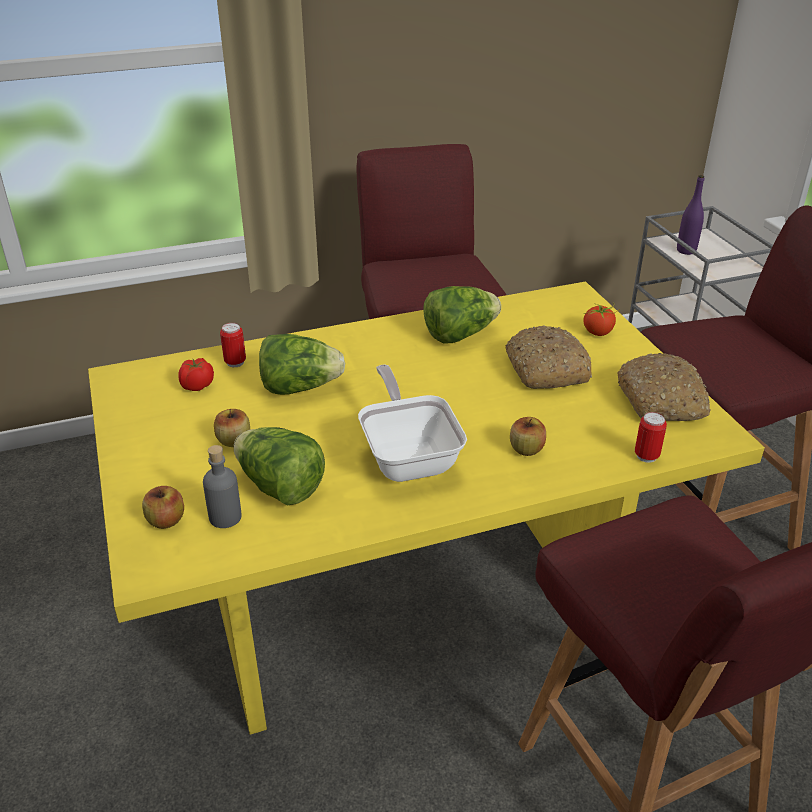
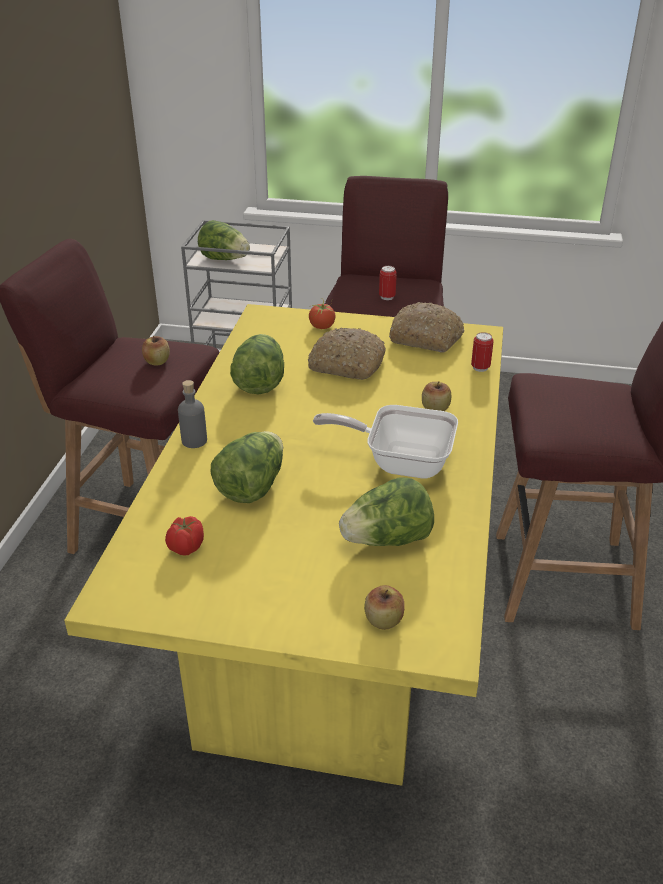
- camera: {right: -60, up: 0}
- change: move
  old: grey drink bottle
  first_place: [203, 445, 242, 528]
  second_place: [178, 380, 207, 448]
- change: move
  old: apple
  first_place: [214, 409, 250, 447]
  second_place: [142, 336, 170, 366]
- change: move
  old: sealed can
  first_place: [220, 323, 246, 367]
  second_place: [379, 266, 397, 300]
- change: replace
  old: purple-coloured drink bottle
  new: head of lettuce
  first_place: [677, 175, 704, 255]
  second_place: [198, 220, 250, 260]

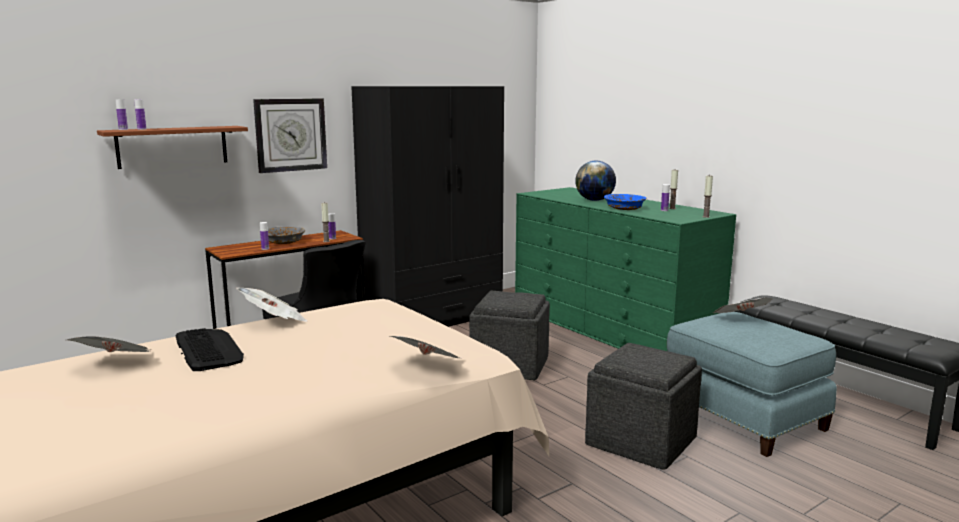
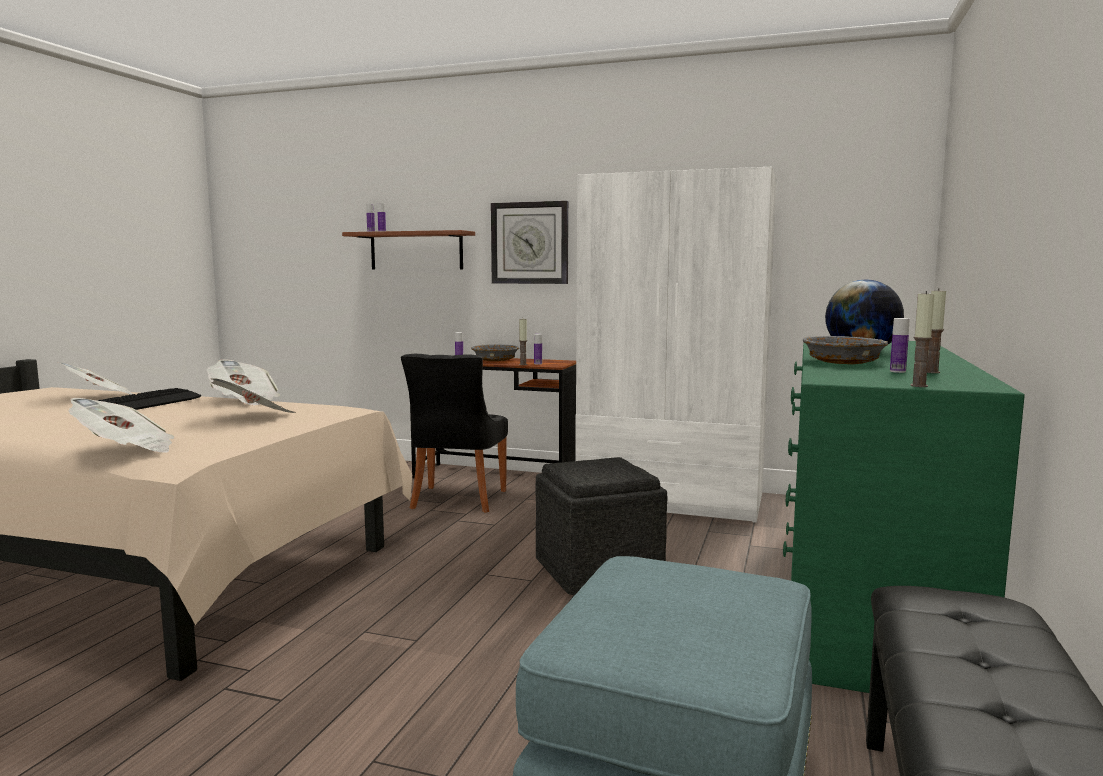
- camera: {right: 55, up: -5}
- change: delete
  old: grey footrest
  first_place: [585, 343, 702, 470]
- change: move
  old: printed paper
  first_place: [713, 297, 773, 313]
  second_place: [211, 378, 296, 413]
- change: recolor
  old: blackish armoire
  new: white-coloured armoire
  first_place: [351, 86, 504, 327]
  second_place: [575, 167, 776, 523]
- change: recolor
  old: blue deep dish
  new: grey deep dish
  first_place: [604, 194, 646, 210]
  second_place: [803, 336, 888, 364]

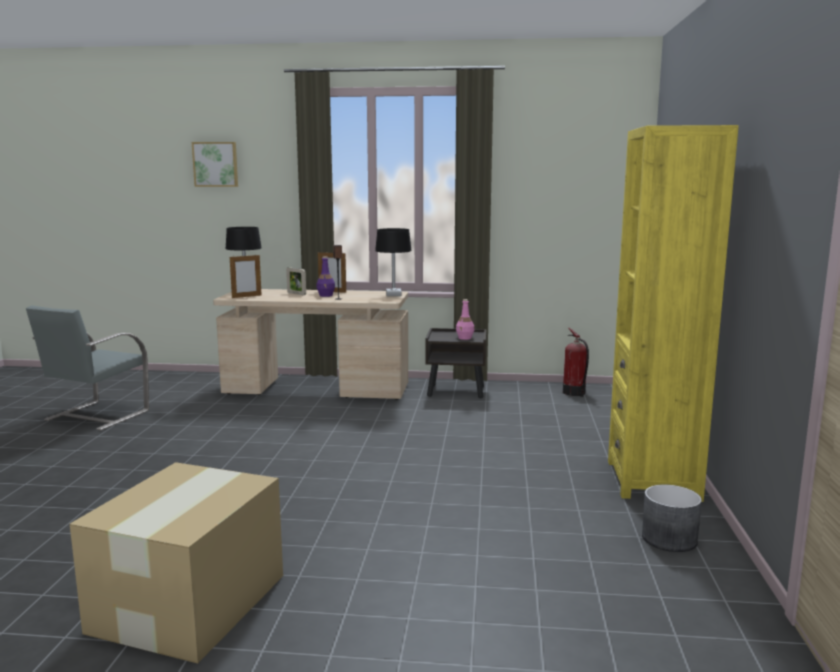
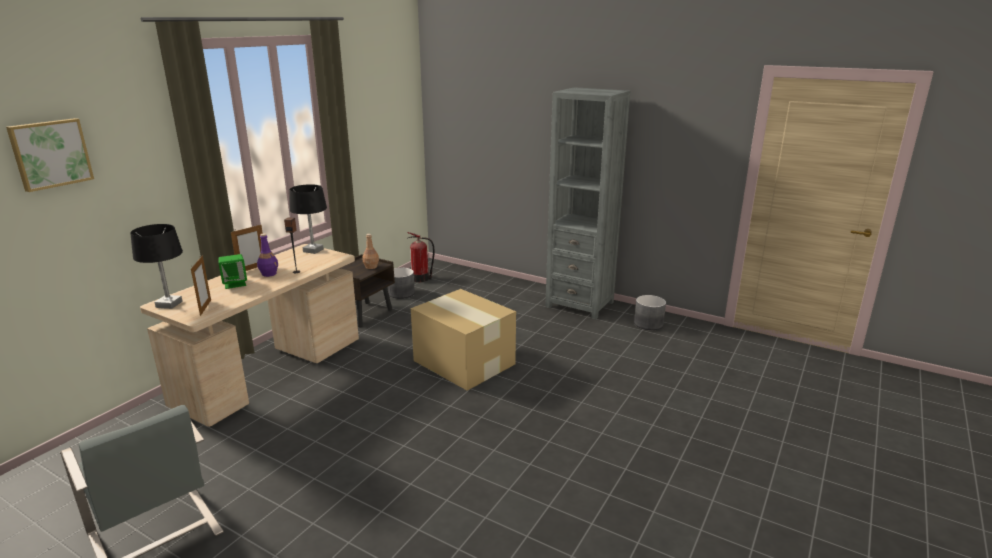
- camera: {right: -65, up: 10}
- change: insert
  new: grey flower pot
  second_place: [388, 268, 415, 299]
- change: move
  old: cardboard box
  first_place: [70, 462, 283, 664]
  second_place: [411, 289, 516, 391]
- change: replace
  old: picture frame
  new: green speaker
  first_place: [286, 268, 306, 295]
  second_place: [218, 254, 247, 289]
- change: recolor
  old: pinkish drink bottle
  new: brown-coloured drink bottle
  first_place: [456, 299, 474, 340]
  second_place: [362, 234, 379, 269]
- change: recolor
  old: yellowish bookshelf
  new: grey bookshelf
  first_place: [608, 125, 739, 502]
  second_place: [545, 87, 630, 319]

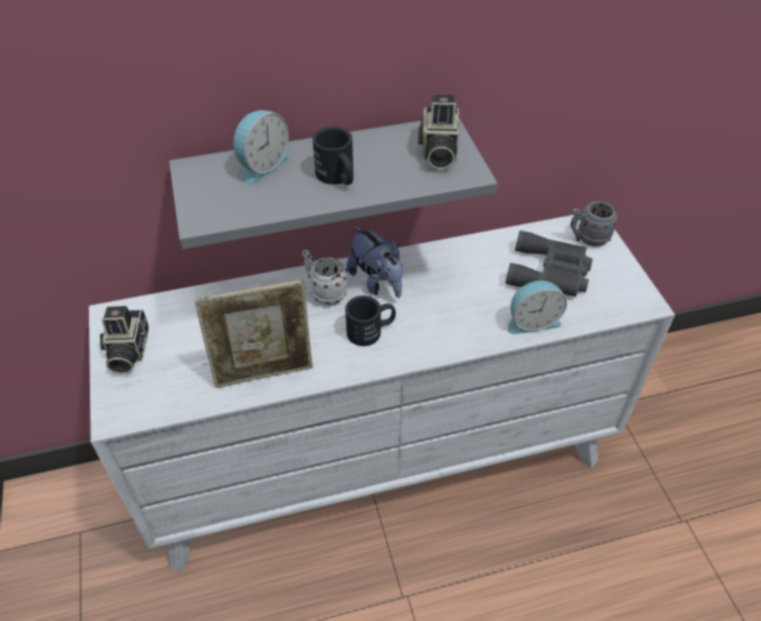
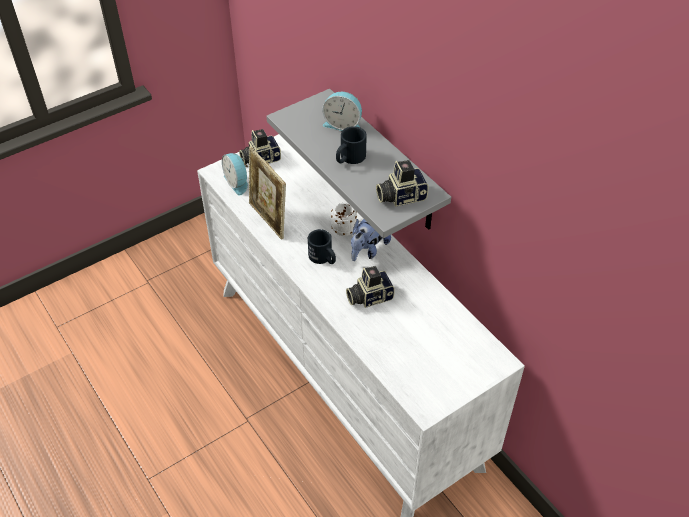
- camera: {right: 70, up: 0}
- change: delete
  old: grey pair of binoculars
  first_place: [505, 230, 593, 297]
- change: delete
  old: grey tea mug
  first_place: [571, 201, 618, 247]
- change: insert
  new: still camera
  second_place: [346, 266, 395, 308]
- change: move
  old: bedside clock
  first_place: [508, 280, 567, 334]
  second_place: [222, 153, 248, 196]

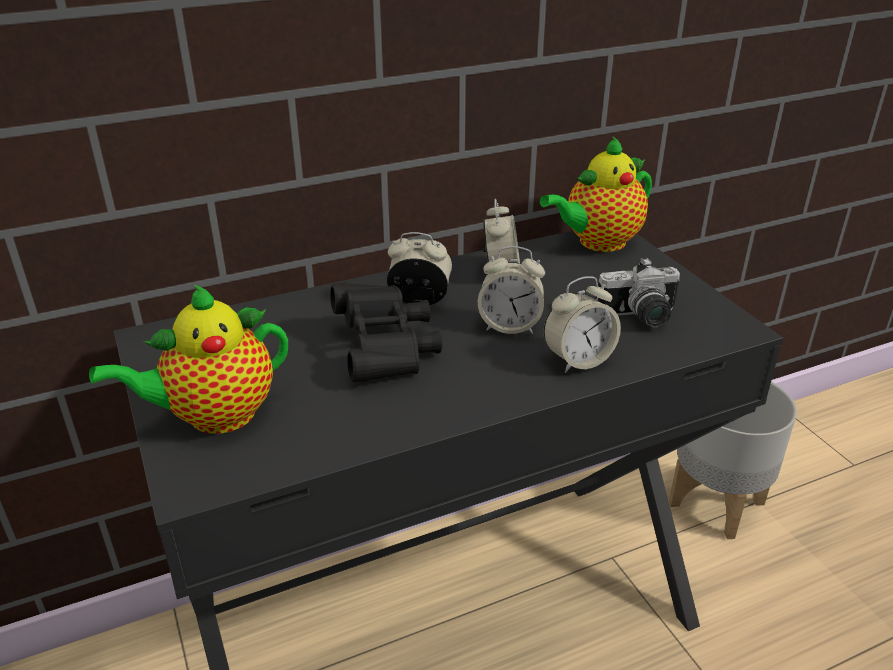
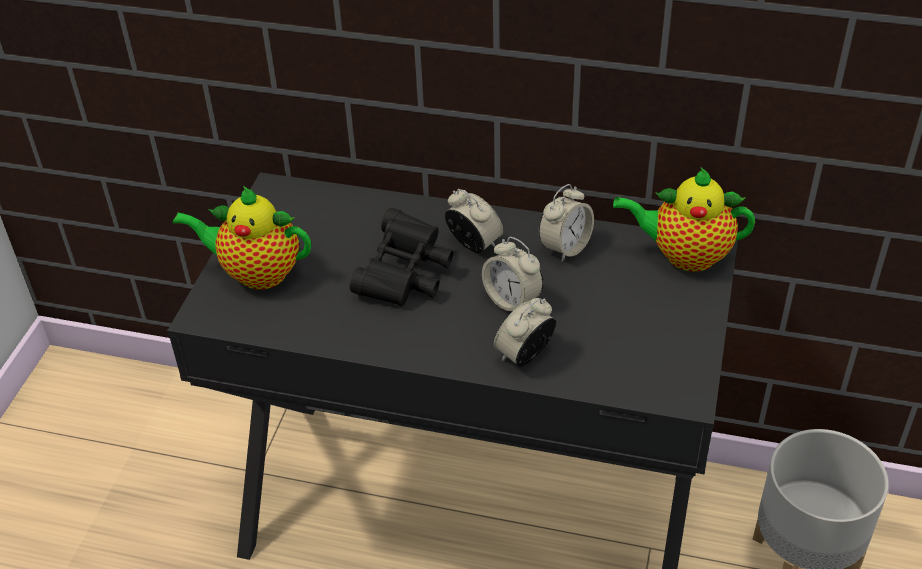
- camera: {right: 40, up: 10}
- change: delete
  old: still camera
  first_place: [595, 258, 680, 327]
- change: rotate
  old: bedside clock
  first_place: [544, 276, 621, 373]
  second_place: [494, 298, 556, 367]
  degrees: 120

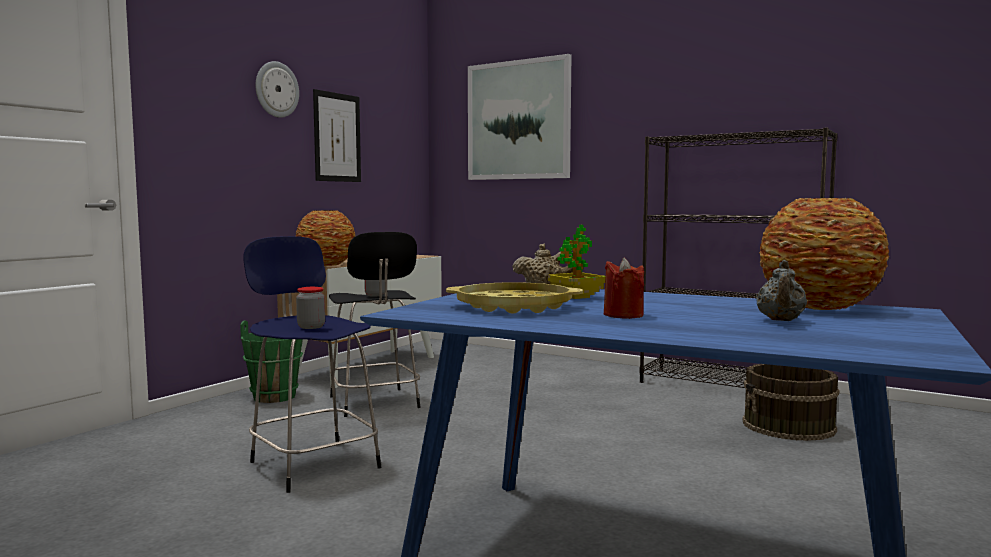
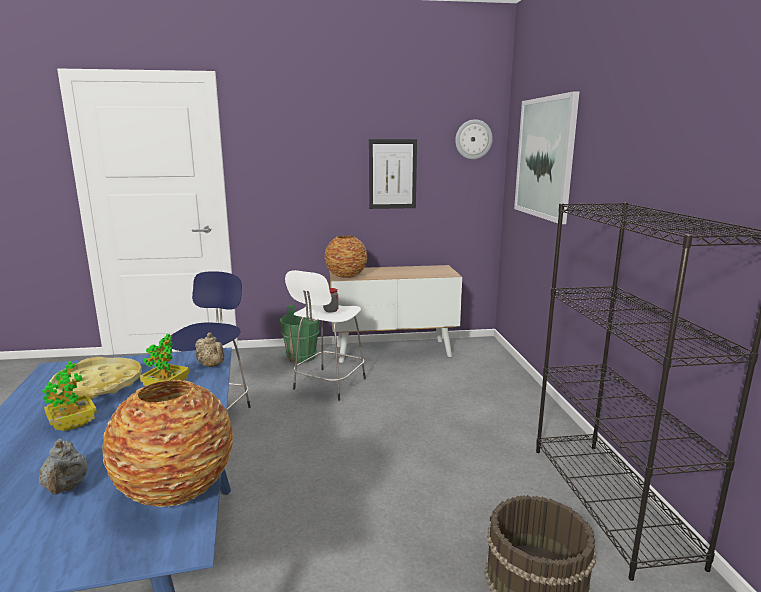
- camera: {right: 50, up: 10}
- change: delete
  old: jar
  first_place: [296, 287, 325, 329]
- change: move
  old: wall clock
  first_place: [255, 61, 299, 118]
  second_place: [455, 119, 493, 159]
- change: replace
  old: red-coloured wax candle
  new: plant in a pot
  first_place: [604, 258, 644, 319]
  second_place: [42, 361, 97, 431]
- change: recolor
  old: blackish stool seat
  new: white-coloured stool seat
  first_place: [329, 232, 421, 417]
  second_place: [285, 270, 366, 401]
- change: rotate
  old: grey tea pot
  first_place: [756, 260, 807, 321]
  second_place: [39, 439, 88, 495]
  degrees: -90

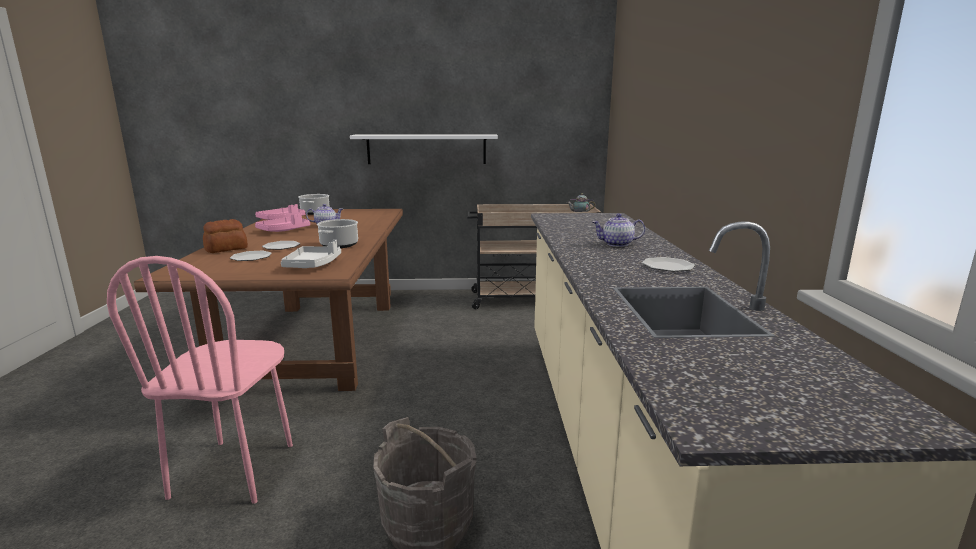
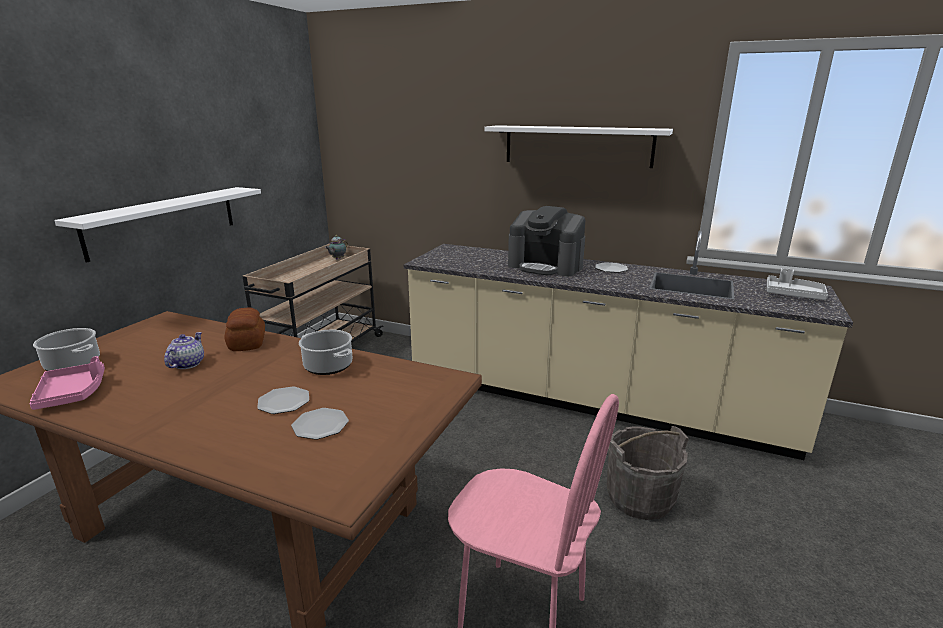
- camera: {right: -65, up: 5}
- change: delete
  old: pinkish serving tray
  first_place: [255, 213, 310, 232]
- change: insert
  new: white-coloured shelf
  second_place: [484, 125, 673, 168]
- change: move
  old: bakery bread
  first_place: [203, 219, 248, 253]
  second_place: [224, 308, 265, 351]
- change: move
  old: grey serving tray
  first_place: [281, 240, 341, 268]
  second_place: [767, 268, 828, 300]
- change: replace
  old: tea pot
  new: coffee brewer
  first_place: [593, 214, 645, 247]
  second_place: [508, 206, 586, 276]

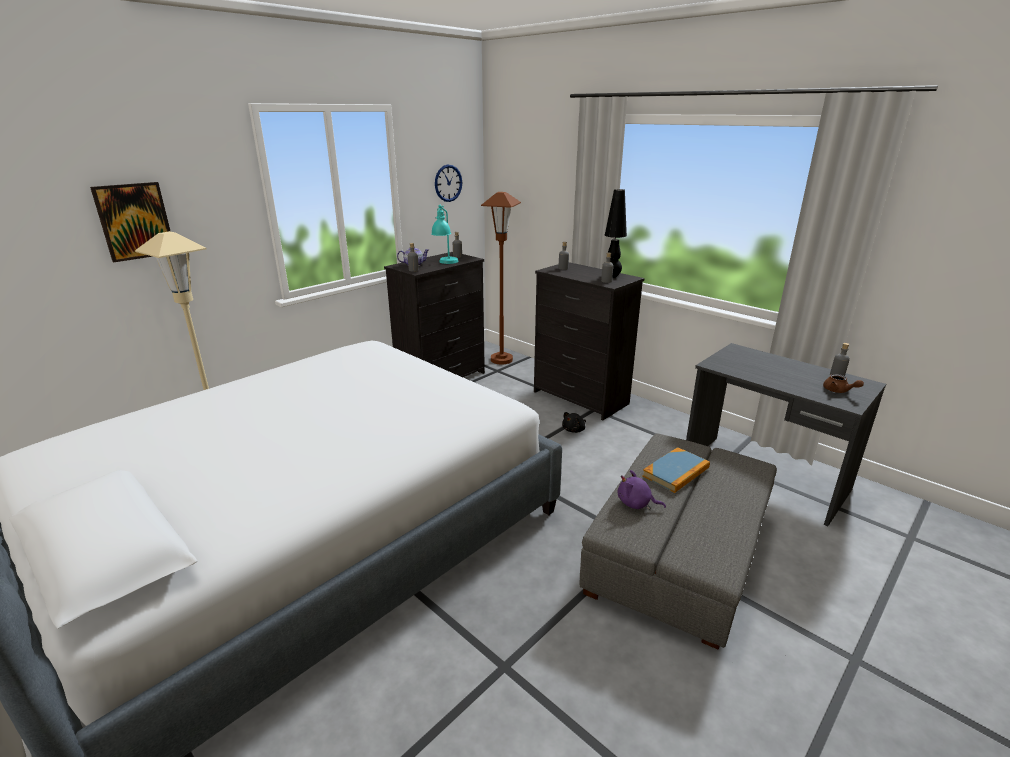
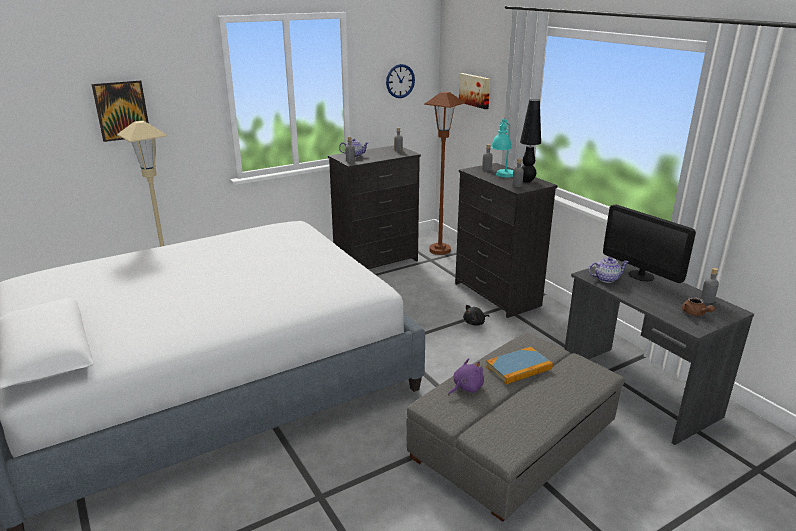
- camera: {right: 15, up: 0}
- change: insert
  new: wall art
  second_place: [459, 73, 490, 109]
- change: insert
  new: tea pot
  second_place: [588, 257, 629, 283]
- change: insert
  new: computer display
  second_place: [603, 205, 696, 283]
- change: move
  old: turquoise-coloured lamp for a table
  first_place: [431, 205, 459, 264]
  second_place: [491, 119, 513, 178]
- change: rotate
  old: purple-coloured cuddly toy
  first_place: [618, 470, 666, 510]
  second_place: [448, 358, 484, 396]
  degrees: 105

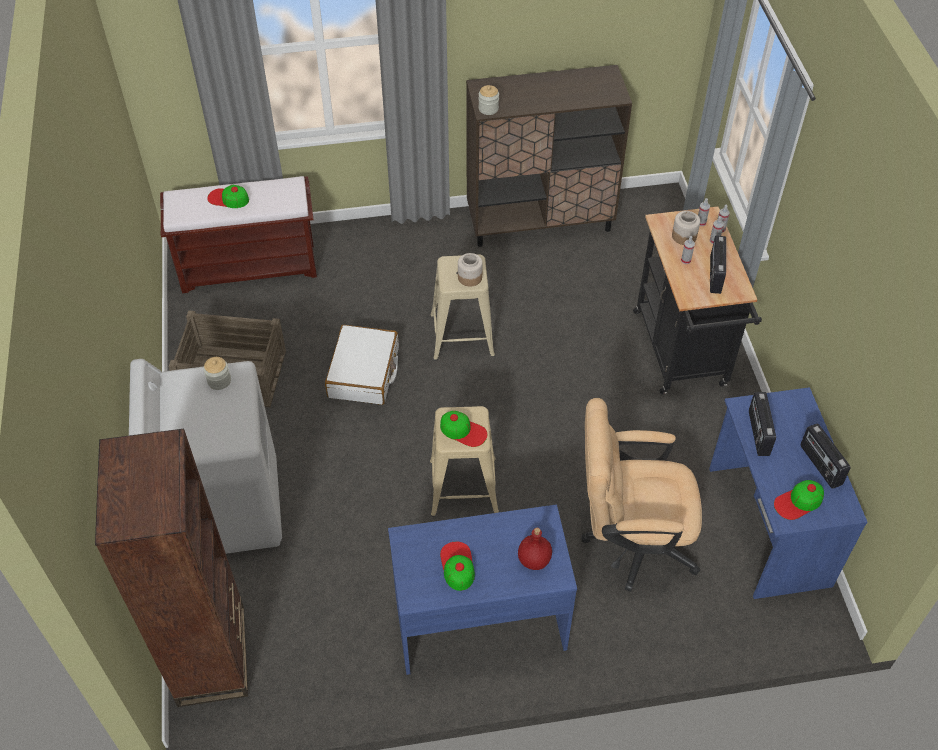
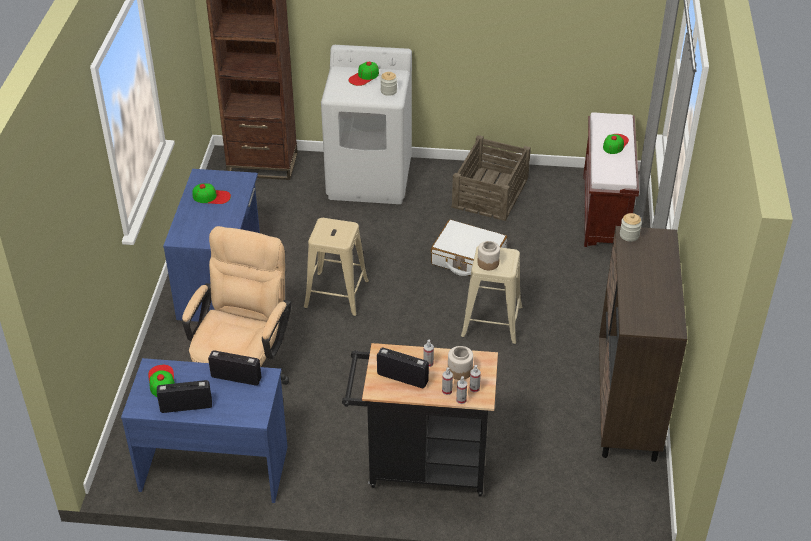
- camera: {right: 105, up: -10}
- change: delete
  old: red-coloured drink bottle
  first_place: [518, 528, 552, 570]
- change: move
  old: baseball cap
  first_place: [440, 411, 487, 447]
  second_place: [349, 62, 379, 86]

